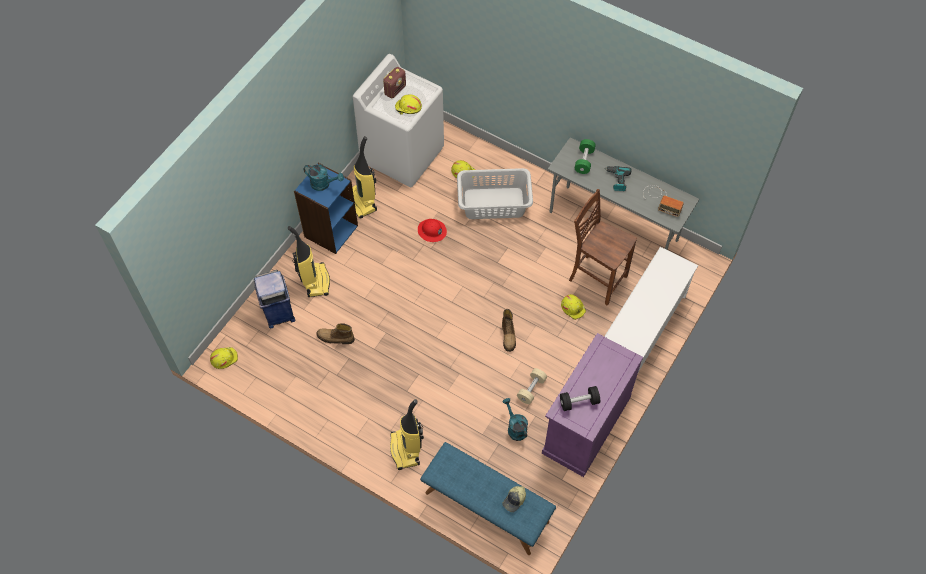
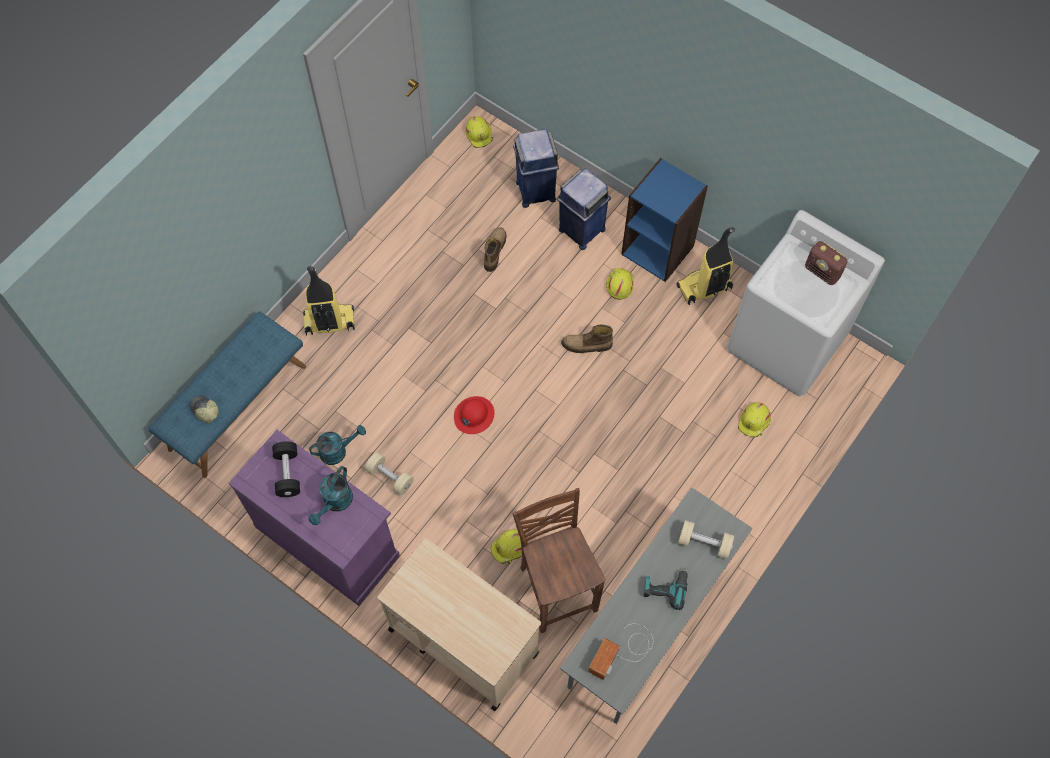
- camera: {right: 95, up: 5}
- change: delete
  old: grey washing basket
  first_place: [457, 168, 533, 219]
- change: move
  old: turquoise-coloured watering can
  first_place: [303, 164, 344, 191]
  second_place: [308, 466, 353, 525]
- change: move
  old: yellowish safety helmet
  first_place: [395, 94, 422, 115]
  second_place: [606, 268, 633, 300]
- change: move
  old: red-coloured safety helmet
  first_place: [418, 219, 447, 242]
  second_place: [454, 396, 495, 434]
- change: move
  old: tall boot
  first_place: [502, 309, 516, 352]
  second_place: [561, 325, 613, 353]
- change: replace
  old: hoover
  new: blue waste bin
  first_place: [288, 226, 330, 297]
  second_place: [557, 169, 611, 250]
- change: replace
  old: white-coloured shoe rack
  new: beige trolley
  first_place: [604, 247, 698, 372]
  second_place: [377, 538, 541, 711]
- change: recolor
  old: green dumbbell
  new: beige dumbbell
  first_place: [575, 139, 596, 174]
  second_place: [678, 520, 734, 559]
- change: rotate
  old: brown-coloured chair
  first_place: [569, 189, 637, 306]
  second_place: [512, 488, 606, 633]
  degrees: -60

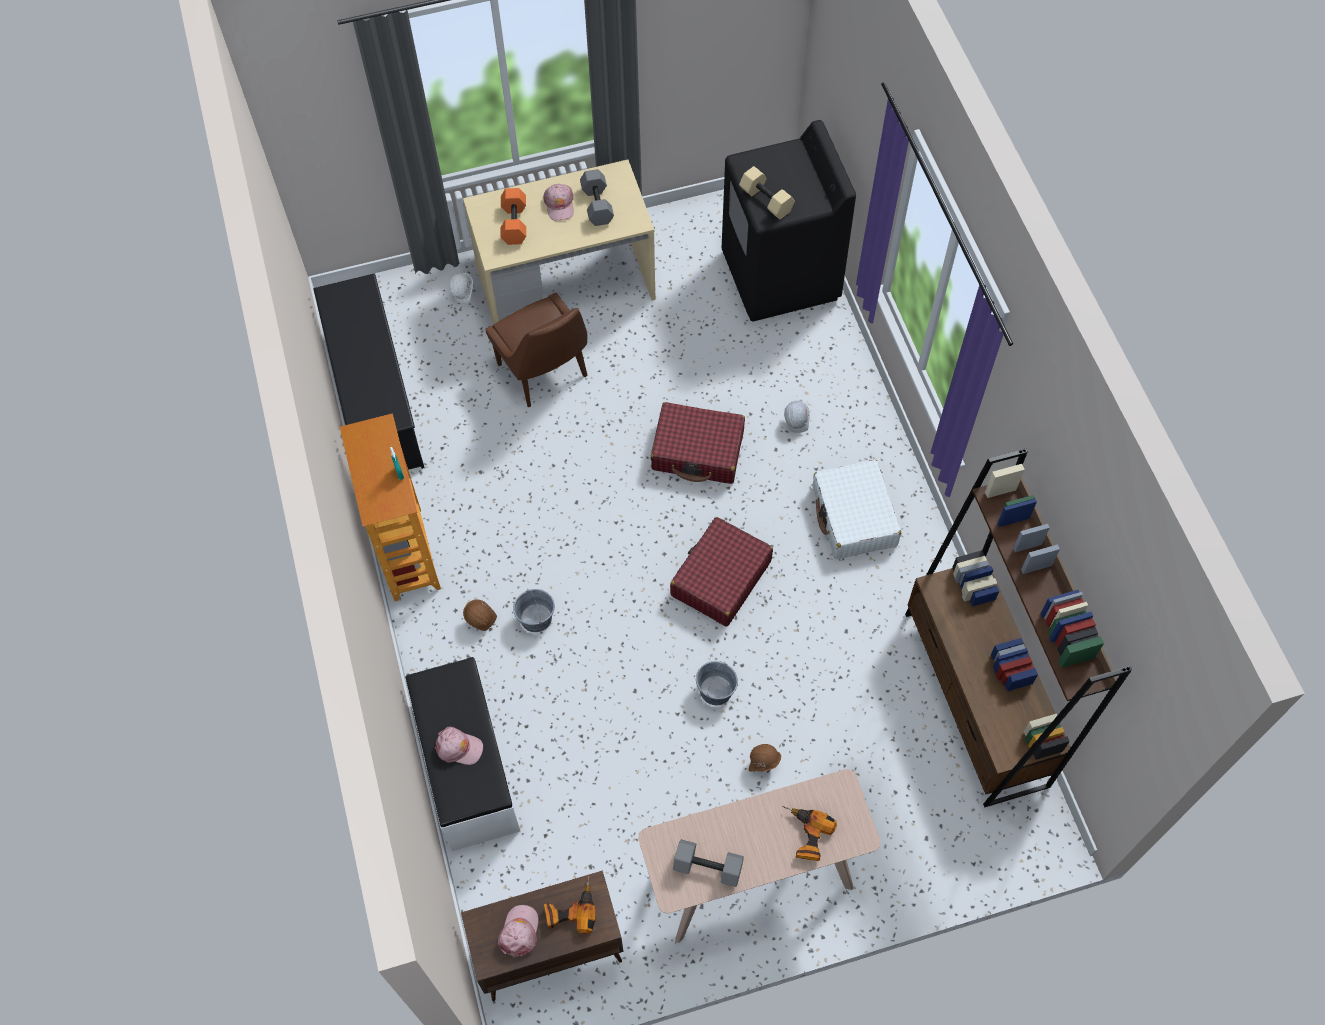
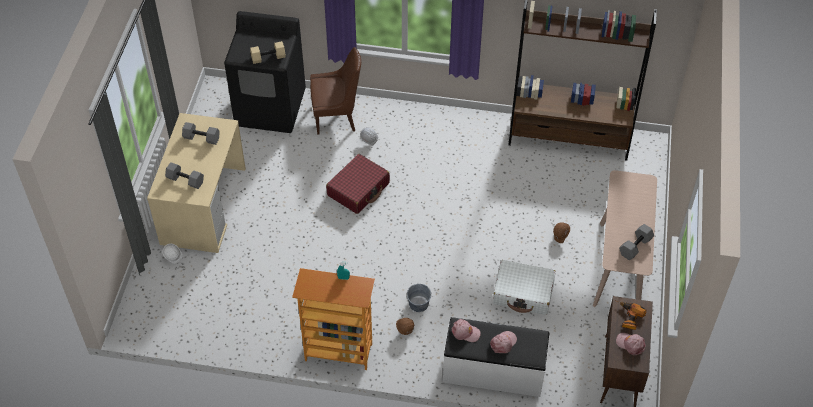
- camera: {right: -65, up: -10}
- change: delete
  old: blackish shoe rack
  first_place: [313, 273, 424, 470]
- change: delete
  old: red-coloured travel case
  first_place: [670, 517, 773, 627]
- change: delete
  old: grey pail
  first_place: [696, 661, 738, 705]
- change: delete
  old: electric drill
  first_place: [782, 806, 837, 861]
- change: move
  old: brown-coloured chair
  first_place: [485, 293, 588, 407]
  second_place: [310, 47, 361, 135]
- change: move
  old: pinkish baseball cap
  first_place: [543, 184, 574, 221]
  second_place: [452, 319, 481, 342]
- change: move
  old: white-coloured travel case
  first_place: [813, 460, 901, 559]
  second_place: [493, 260, 556, 315]
- change: recolor
  old: orange dumbbell
  new: grey dumbbell
  first_place: [500, 188, 526, 245]
  second_place: [165, 162, 204, 189]

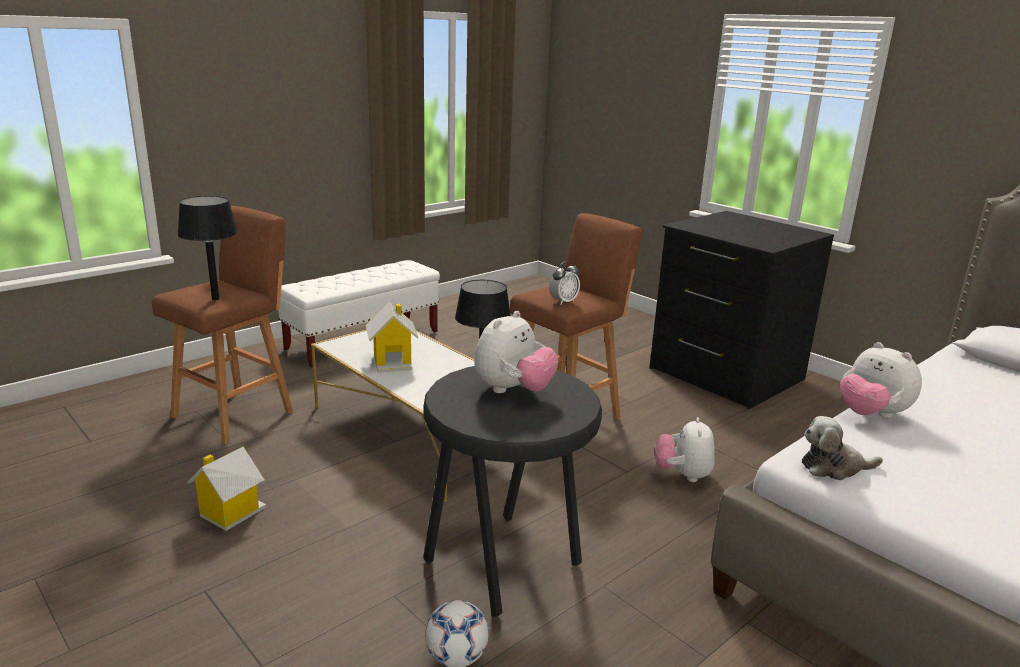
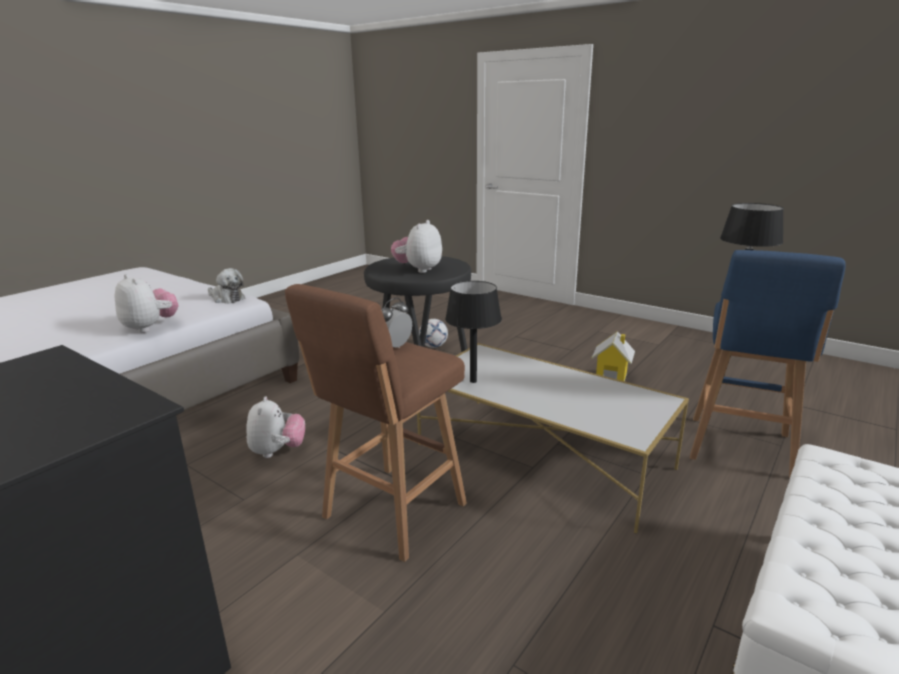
- camera: {right: 170, up: 0}
- change: delete
  old: toy house
  first_place: [366, 302, 418, 372]
- change: recolor
  old: brown-coloured stool seat
  new: blue stool seat
  first_place: [152, 206, 293, 444]
  second_place: [690, 250, 846, 478]
- change: rotate
  old: cuddly toy
  first_place: [802, 416, 883, 480]
  second_place: [208, 268, 245, 304]
  degrees: 45

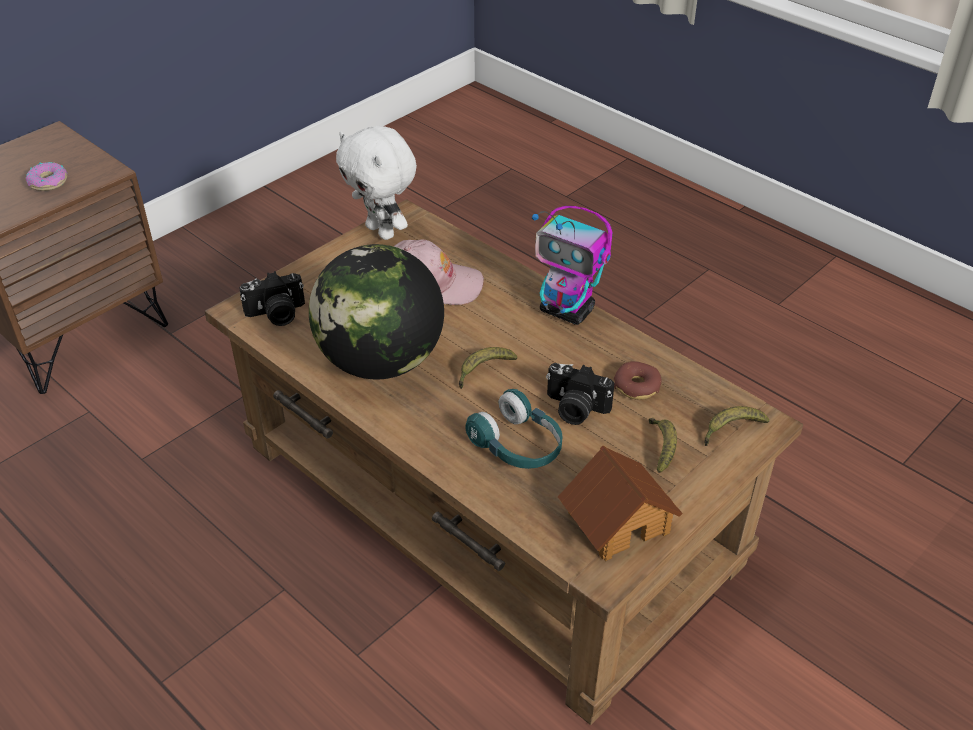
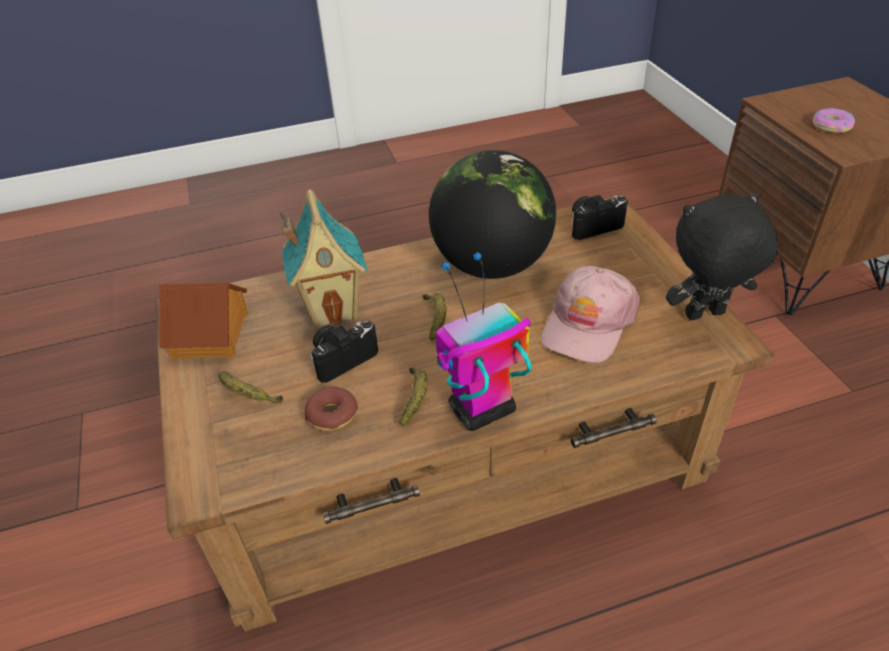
- camera: {right: 120, up: 0}
- change: move
  old: banana
  first_place: [704, 406, 769, 446]
  second_place: [399, 367, 428, 426]
- change: replace
  old: turquoise-coloured pair of headphones
  new: toy house
  first_place: [465, 389, 563, 469]
  second_place: [280, 189, 367, 328]
- change: recolor
  old: white-coloured cuddly toy
  new: blackish cuddly toy
  first_place: [336, 126, 417, 240]
  second_place: [666, 193, 778, 320]
- change: rotate
  old: still camera
  first_place: [239, 271, 305, 326]
  second_place: [572, 195, 628, 240]
  degrees: 60

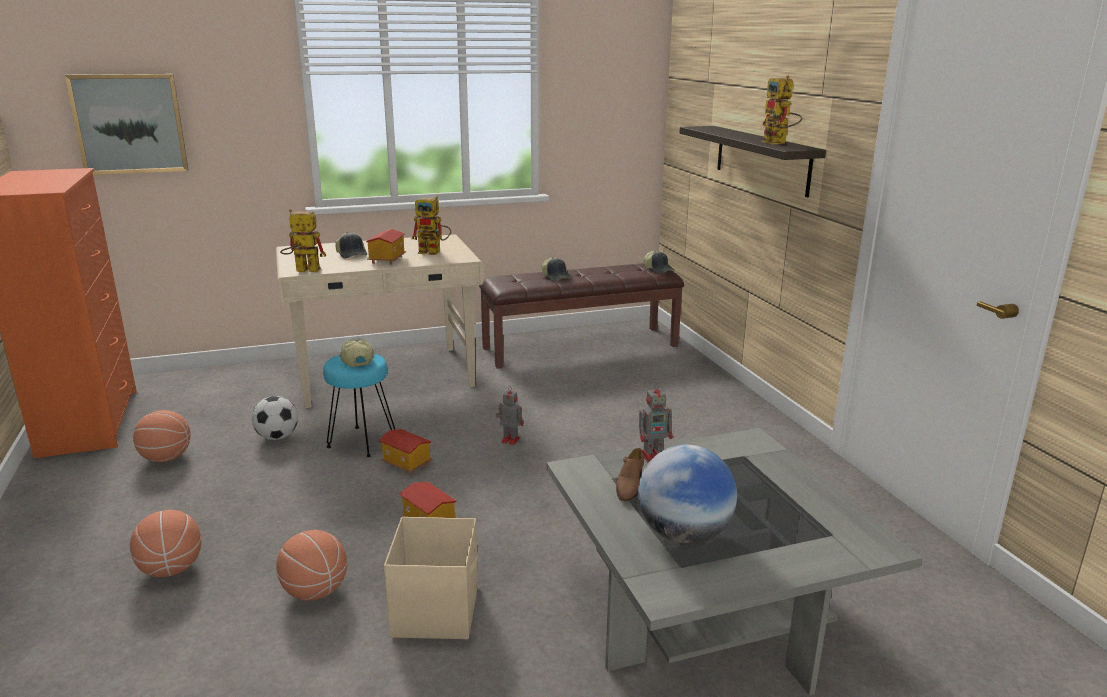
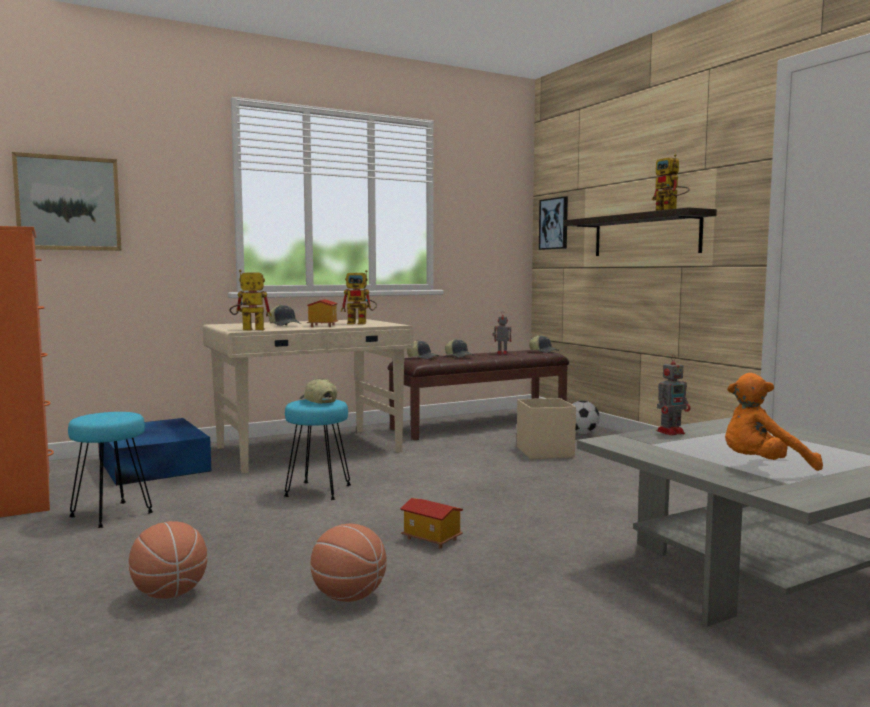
- camera: {right: -10, up: -15}
- change: delete
  old: toy house
  first_place: [378, 429, 433, 474]
- change: delete
  old: brown-coloured item of footwear
  first_place: [616, 448, 644, 501]
- change: insert
  new: blue storage box
  second_place: [98, 418, 211, 486]
- change: insert
  new: baseball cap
  second_place: [407, 340, 439, 359]
- change: insert
  new: wall art
  second_place: [539, 196, 568, 250]
- change: move
  old: football ball
  first_place: [252, 396, 298, 440]
  second_place: [572, 401, 600, 434]
- change: move
  old: beige storage box
  first_place: [384, 517, 478, 639]
  second_place: [517, 398, 576, 459]
- change: move
  old: model robot
  first_place: [496, 386, 524, 445]
  second_place: [492, 311, 511, 355]
- change: replace
  old: ball for basketball
  new: turquoise-coloured stool seat
  first_place: [133, 410, 191, 462]
  second_place: [68, 412, 153, 528]
- change: replace
  old: world globe
  new: orange cuddly toy
  first_place: [638, 445, 737, 544]
  second_place: [725, 373, 823, 471]

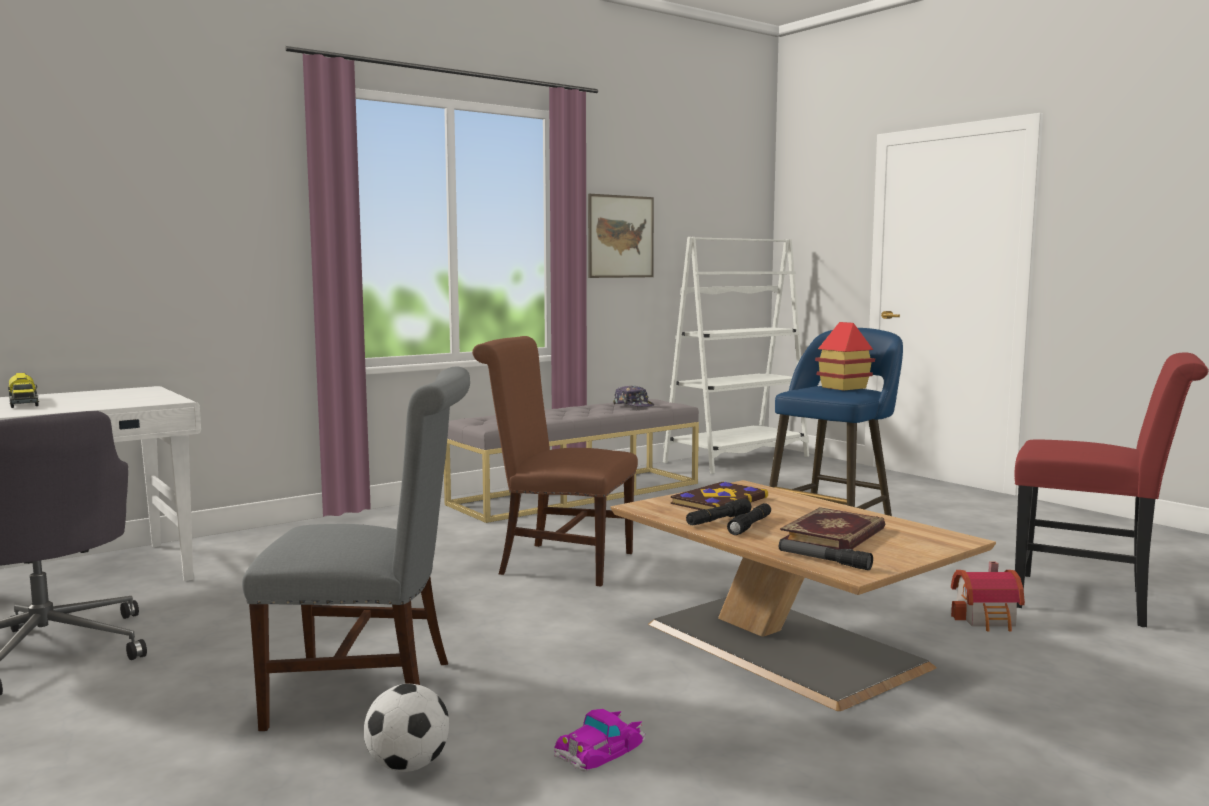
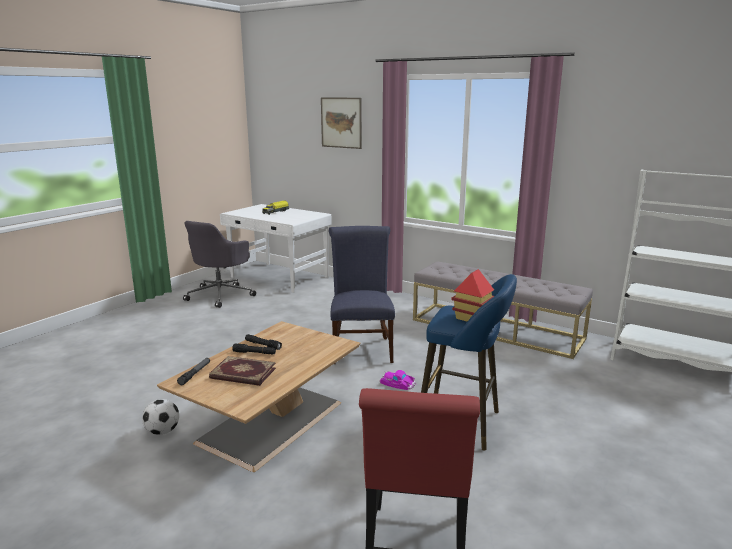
- camera: {right: 70, up: 10}
- change: delete
  old: grey chair
  first_place: [242, 367, 470, 731]
- change: delete
  old: baseball cap
  first_place: [613, 385, 654, 407]
- change: delete
  old: volume
  first_place: [671, 482, 768, 510]
- change: delete
  old: toy house
  first_place: [951, 561, 1025, 632]
- change: move
  old: football ball
  first_place: [364, 684, 449, 772]
  second_place: [142, 399, 179, 435]
- change: move
  old: toy car
  first_place: [554, 709, 646, 771]
  second_place: [379, 370, 417, 390]
- change: move
  old: wall art
  first_place: [588, 194, 654, 278]
  second_place: [321, 97, 362, 149]
- change: recolor
  old: brown-coloured chair
  new: blue chair
  first_place: [472, 336, 638, 586]
  second_place: [329, 226, 395, 363]

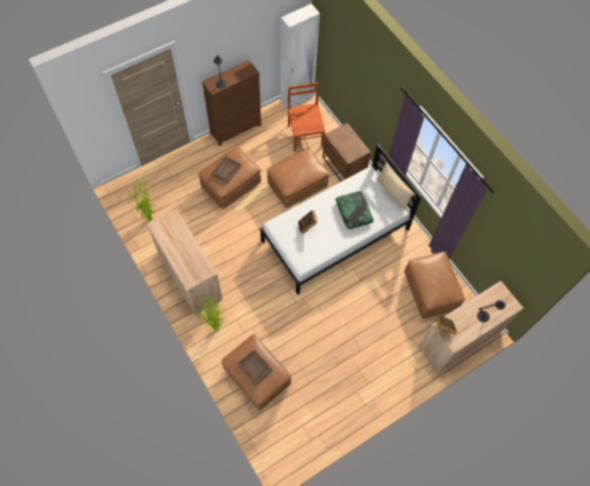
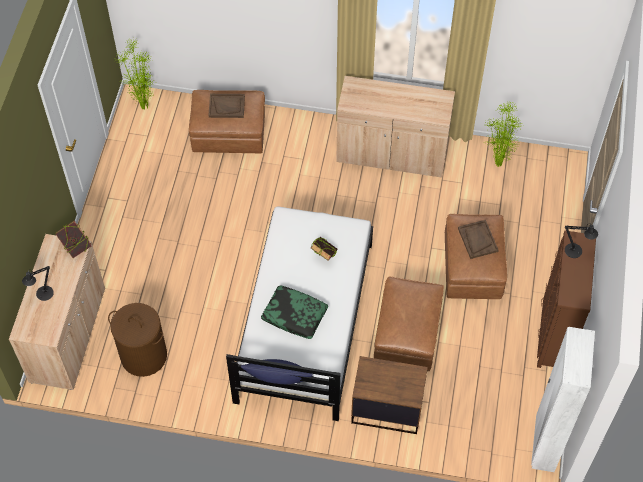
- camera: {right: 135, up: -5}
- change: delete
  old: brown-coloured chair
  first_place: [288, 82, 326, 152]
- change: move
  old: plant in a pot
  first_place: [195, 294, 226, 332]
  second_place: [117, 38, 155, 110]
- change: replace
  old: brown-coloured footrest
  new: brown-coloured washing basket
  first_place: [404, 251, 465, 319]
  second_place: [108, 303, 167, 377]
- change: recolor
  old: beige cushion
  new: blue cushion
  first_place: [376, 162, 415, 210]
  second_place: [241, 359, 313, 384]

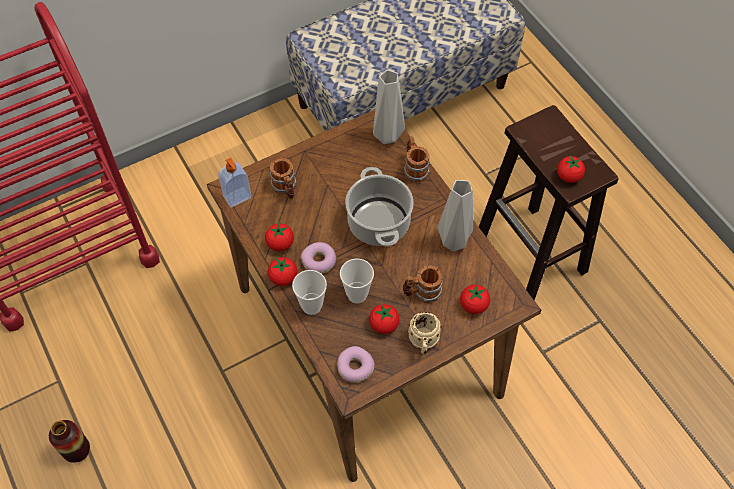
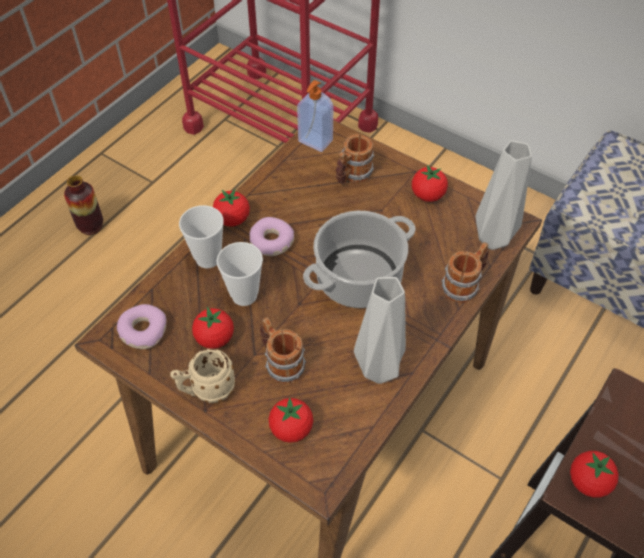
- camera: {right: 65, up: -5}
- change: move
  old: tomato
  first_place: [265, 223, 294, 251]
  second_place: [412, 165, 448, 202]

